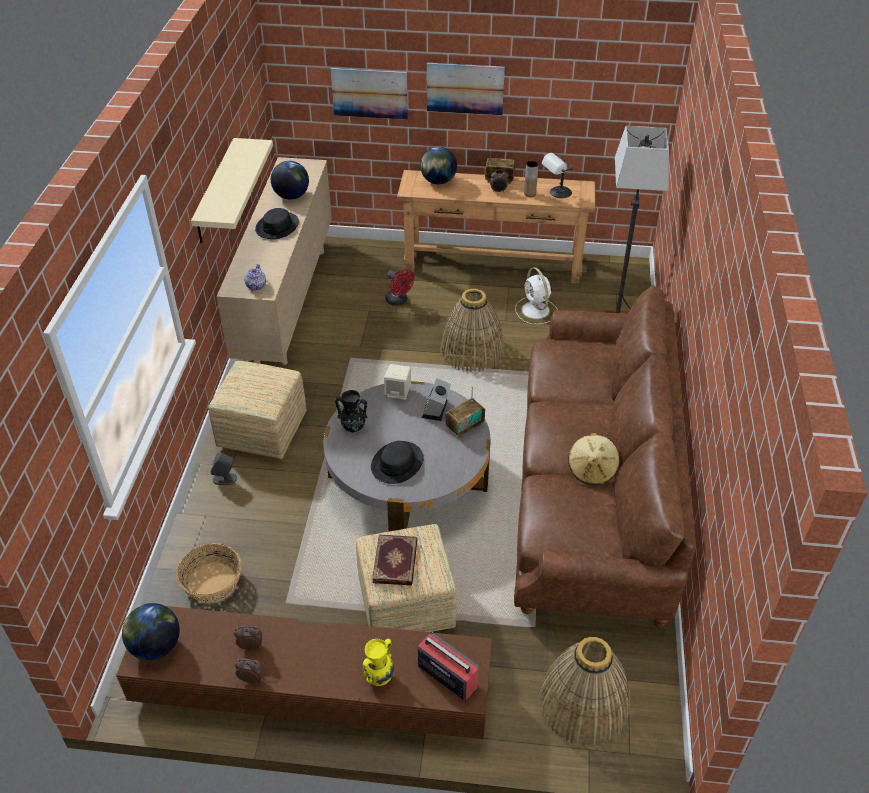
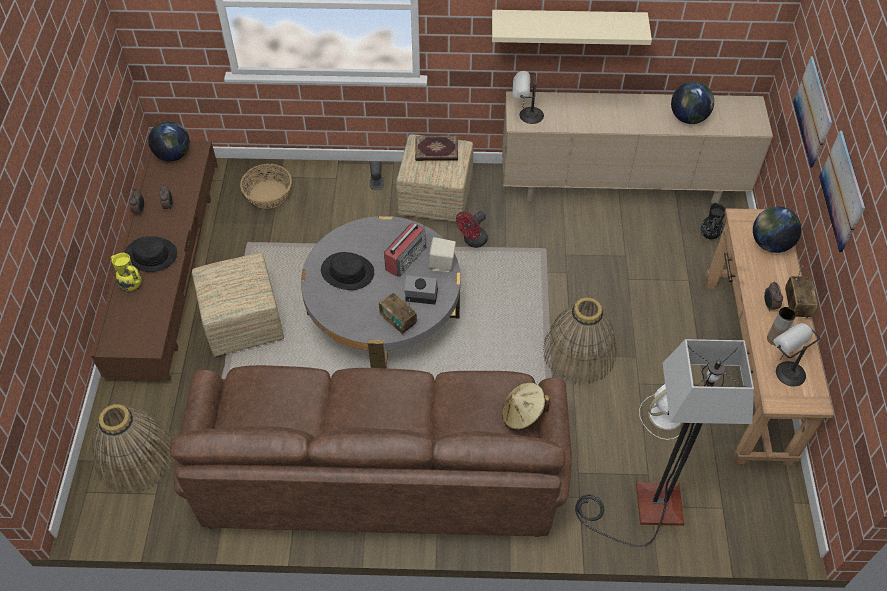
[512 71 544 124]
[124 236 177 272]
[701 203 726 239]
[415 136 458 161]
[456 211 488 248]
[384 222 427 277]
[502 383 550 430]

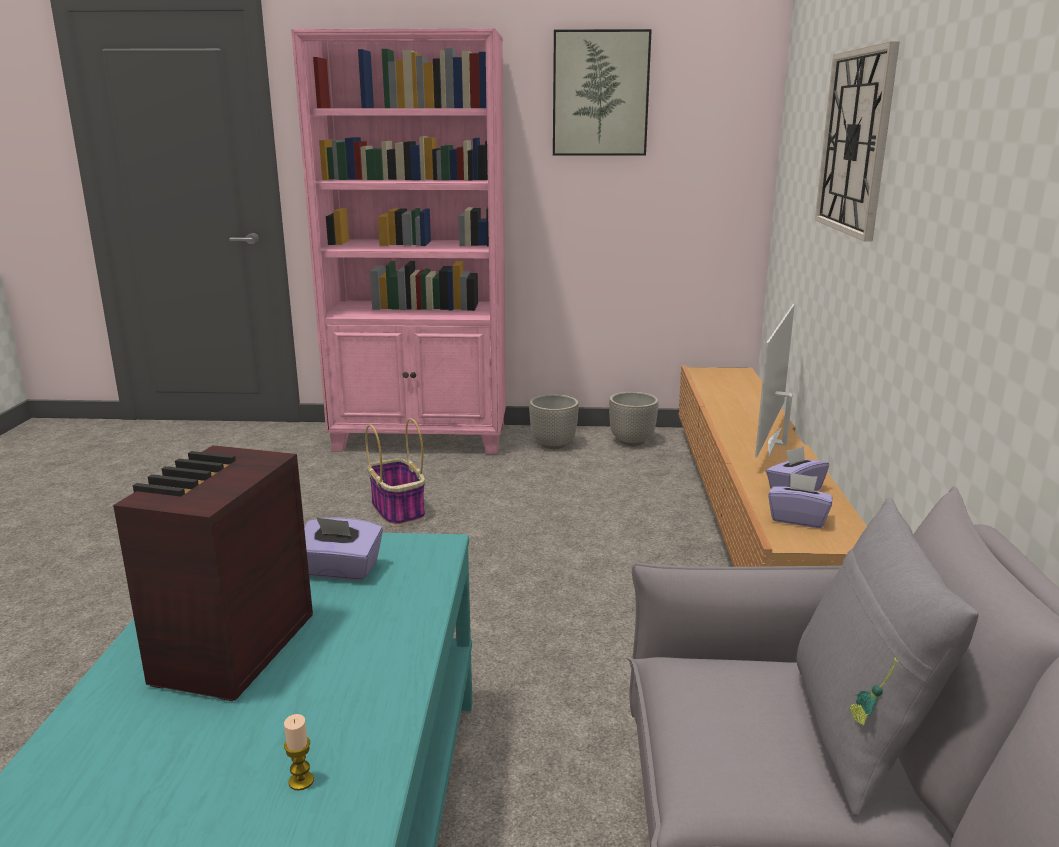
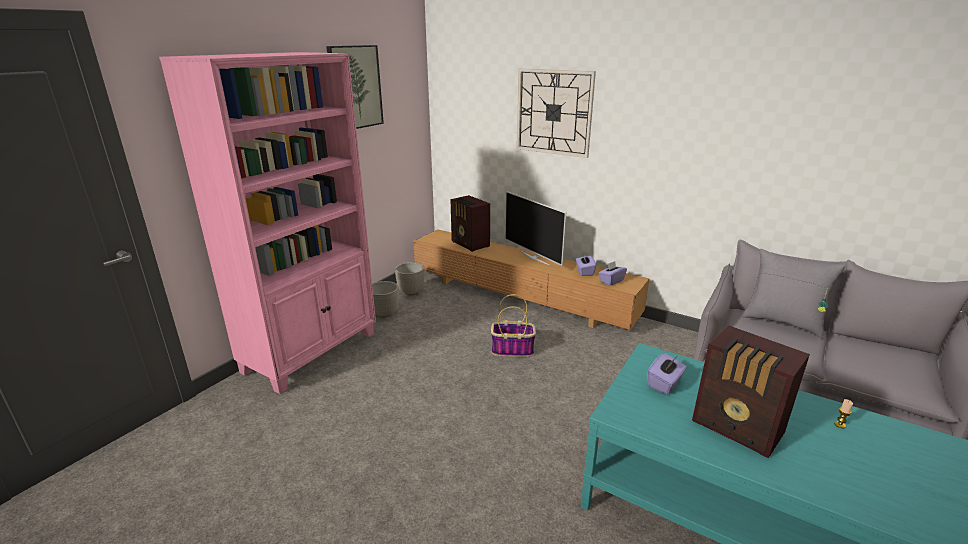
[491 294 536 357]
[450 195 490 252]

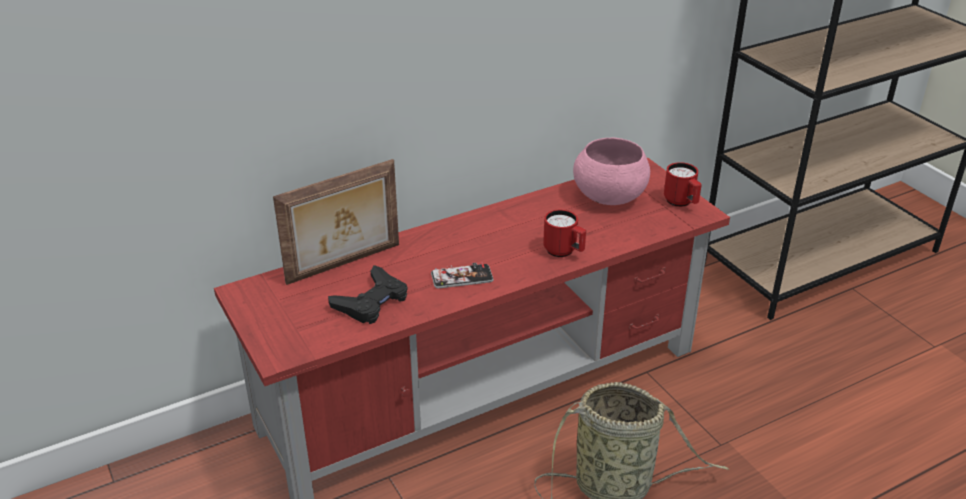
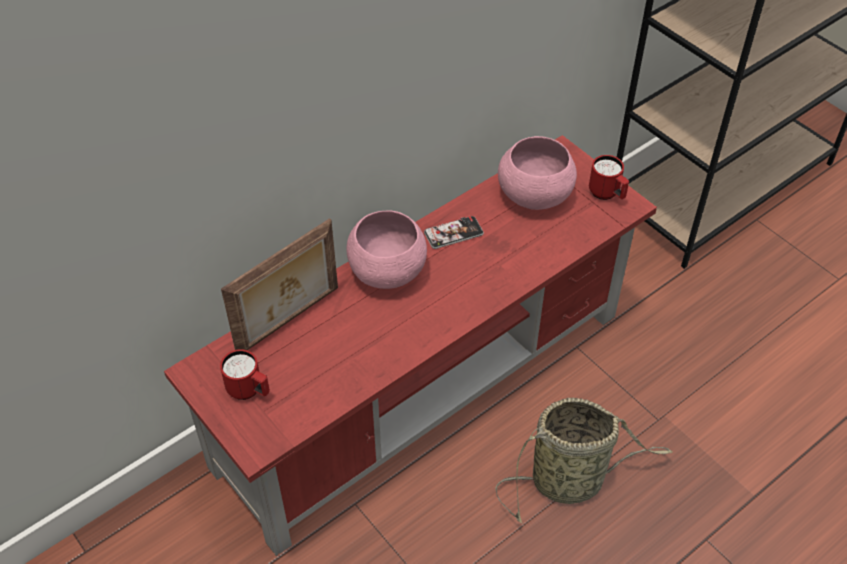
[328 265 408 324] (first image)
[424 216 484 249]
[220 349 270 400]
[346 211 427 289]

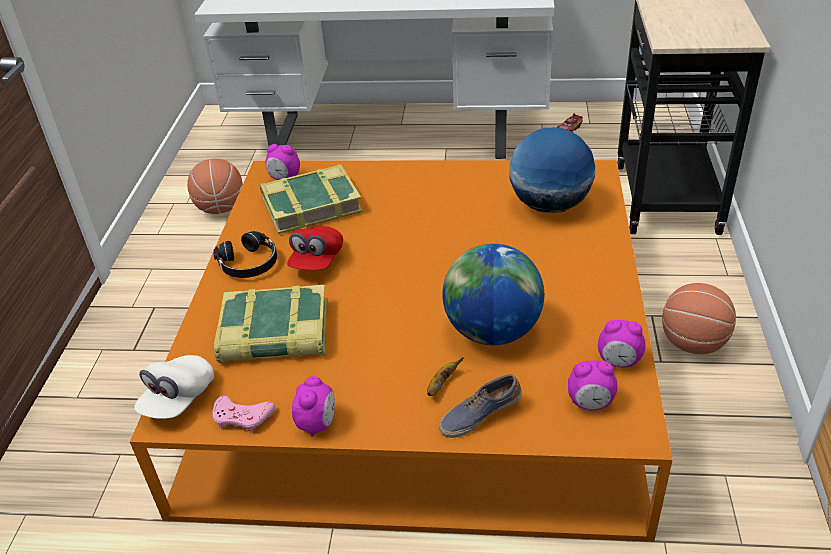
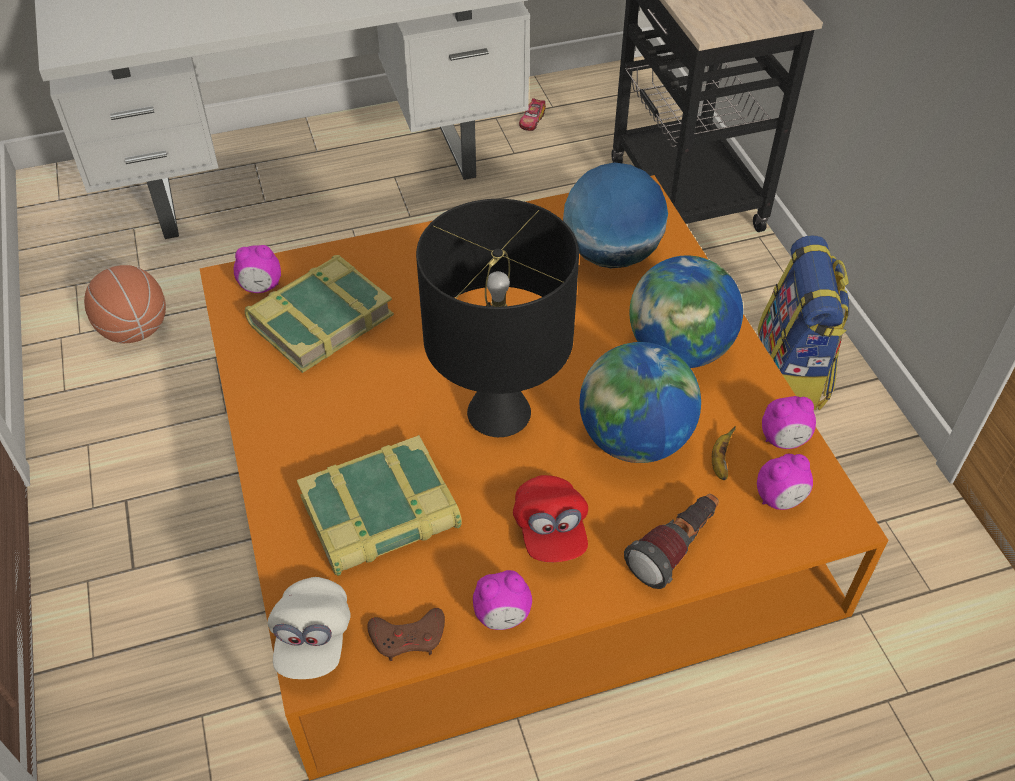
[367 608 445 661]
[213 231 277 278] (first image)
[513 475 588 562]
[473 570 532 630]
[712 426 736 480]
[624 494 718 589]
[757 235 850 410]
[416 199 579 437]
[629 256 743 368]

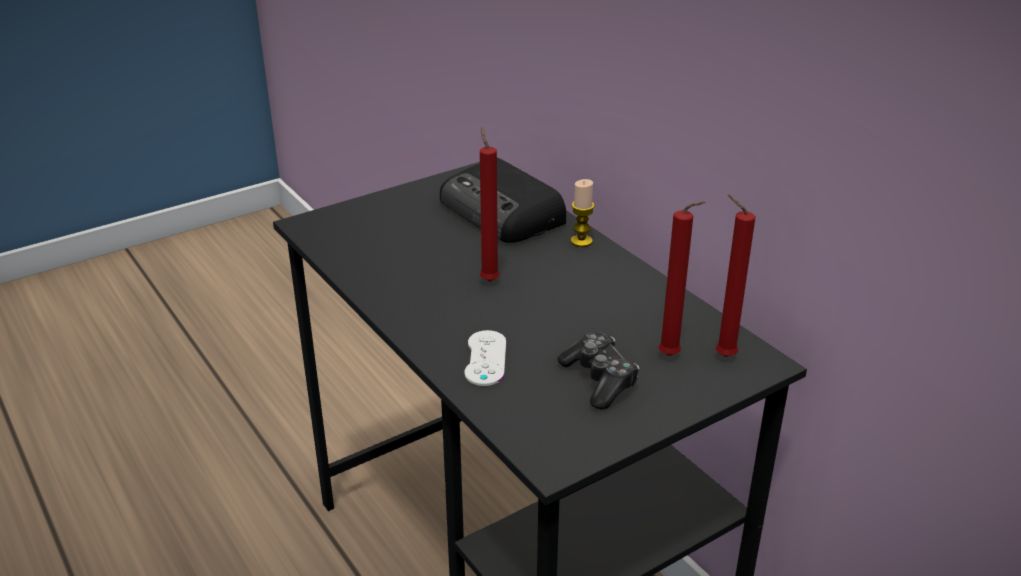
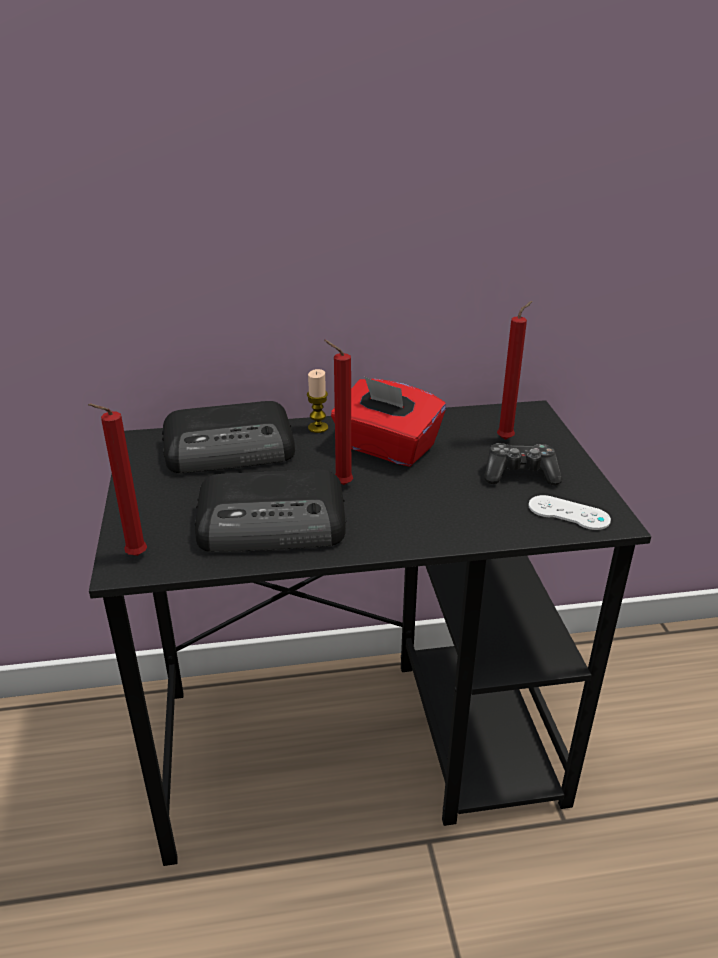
[528 495 611 530]
[88 404 147 556]
[195 470 347 552]
[331 376 446 467]

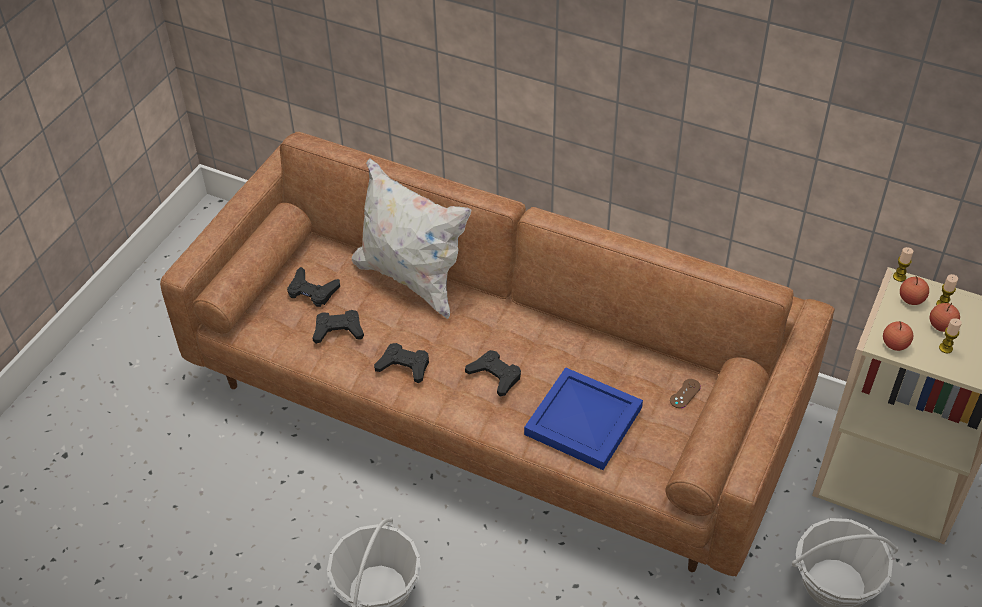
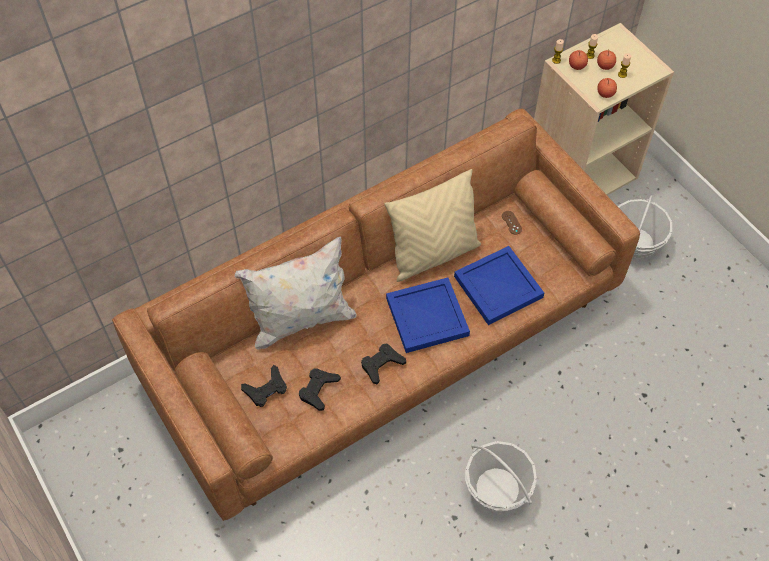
[386 278 470 353]
[385 169 481 282]

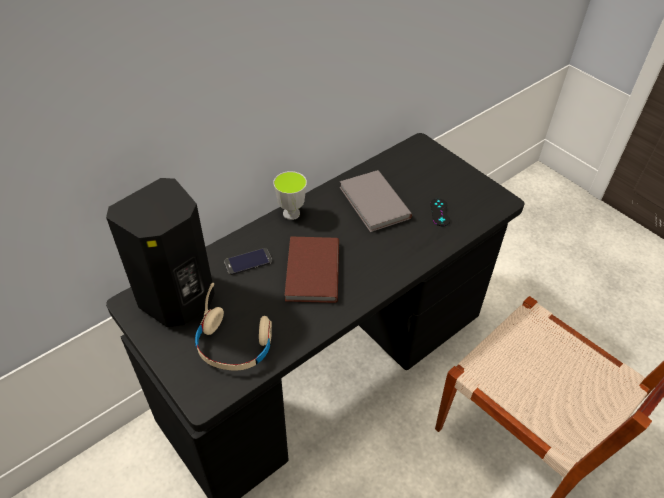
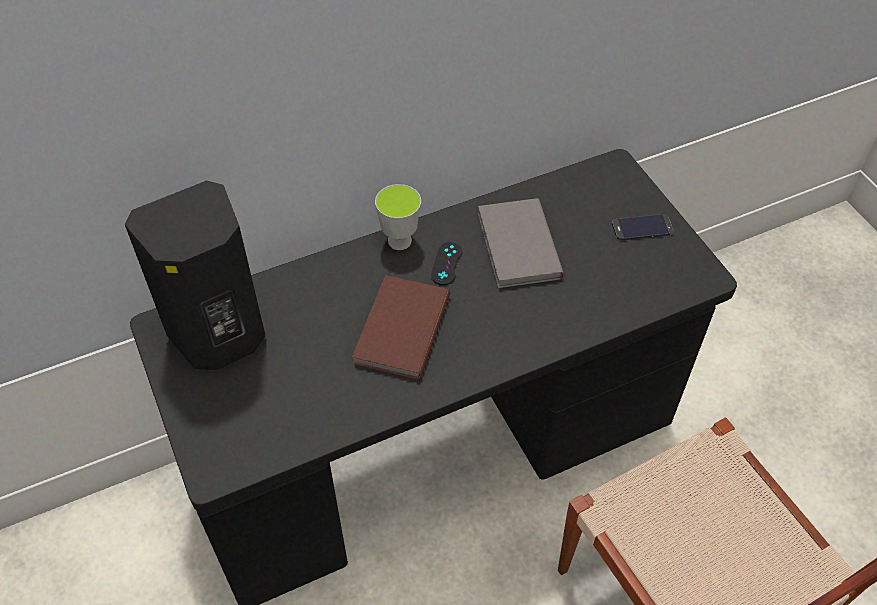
[195 283 272 371] (first image)
[612 214 673 241]
[431 242 463 285]

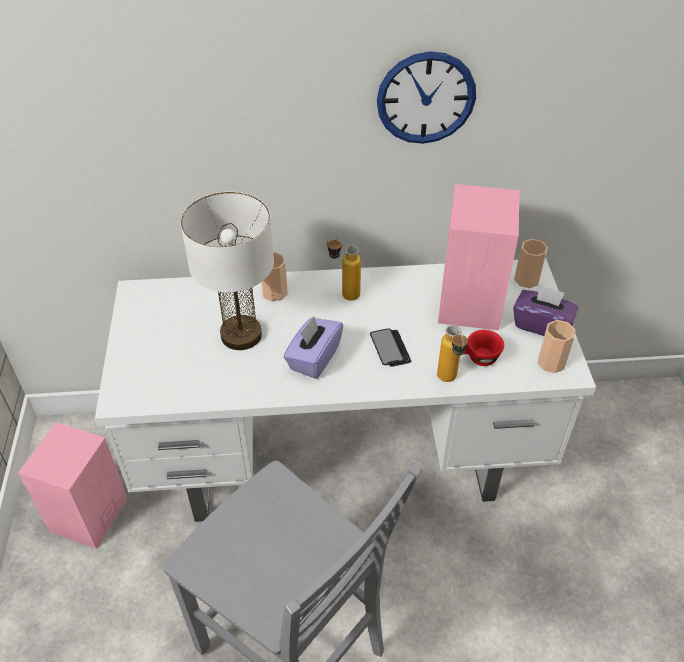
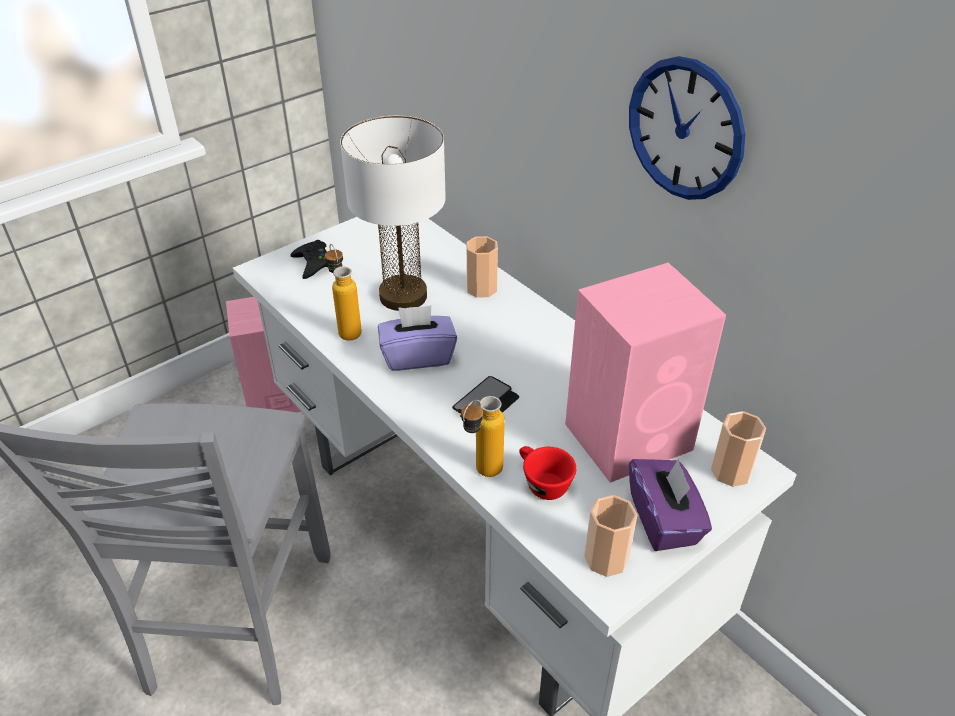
[325 244 362 340]
[290 240 328 279]

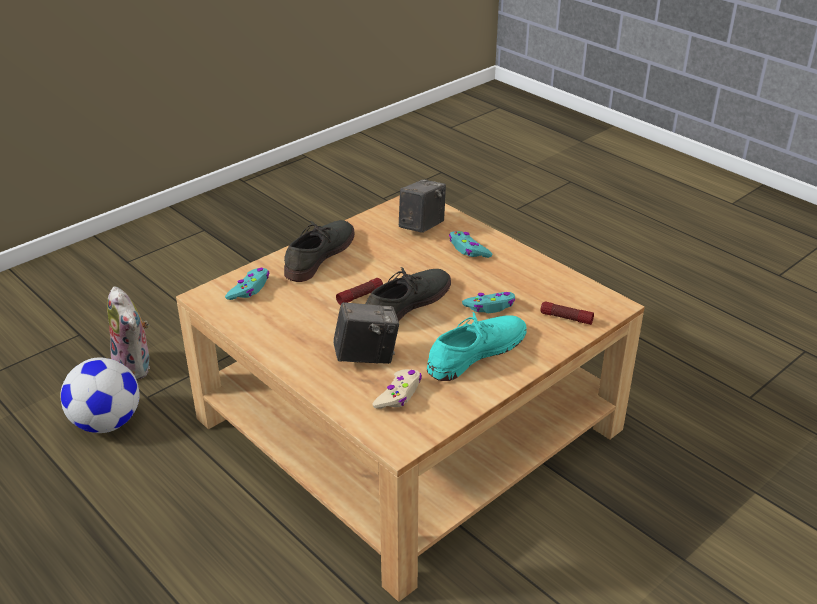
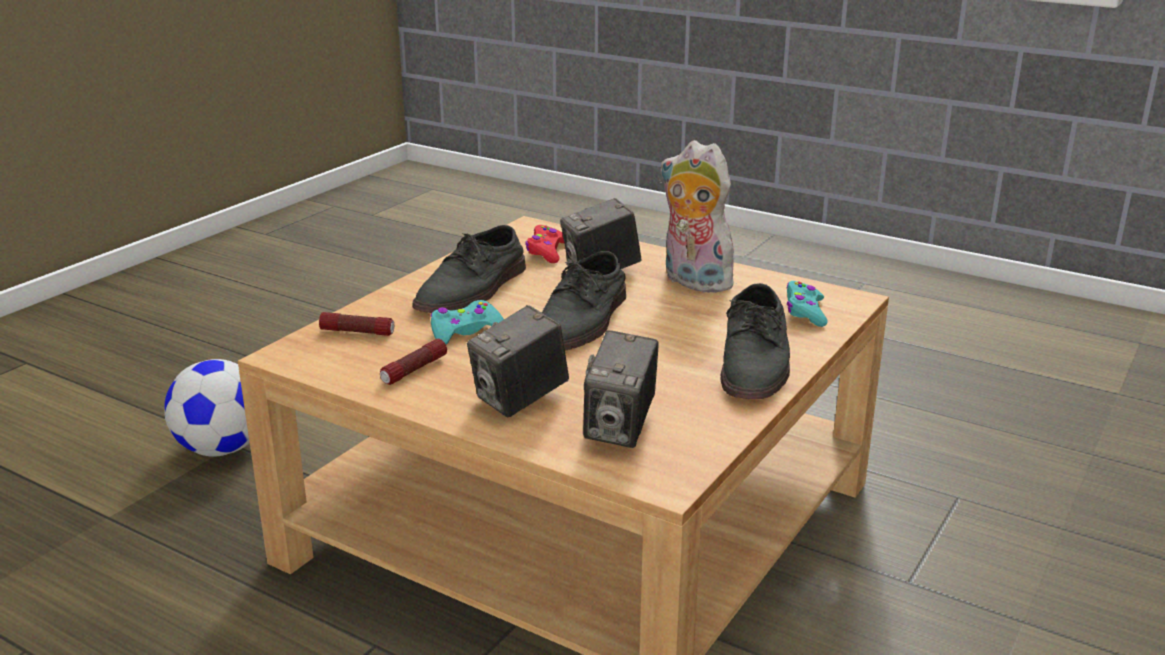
[164 359 250 457]
[660 140 740 293]
[380 339 447 385]
[525 225 564 263]
[413 225 526 313]
[467 305 569 417]

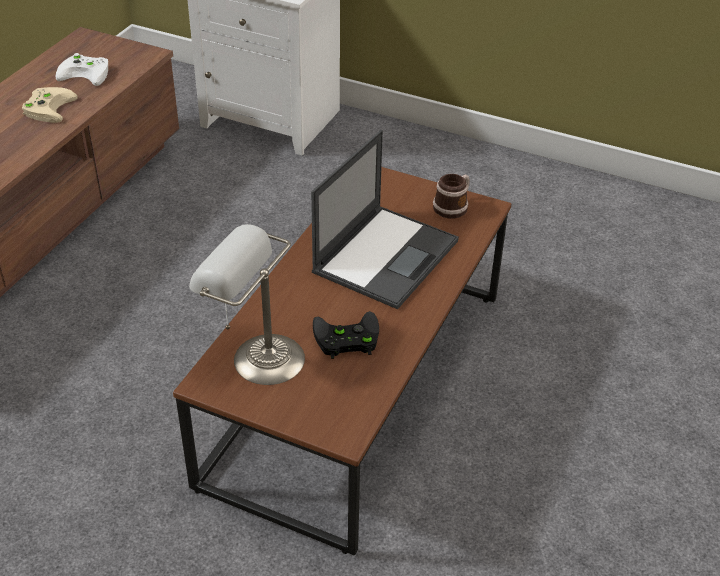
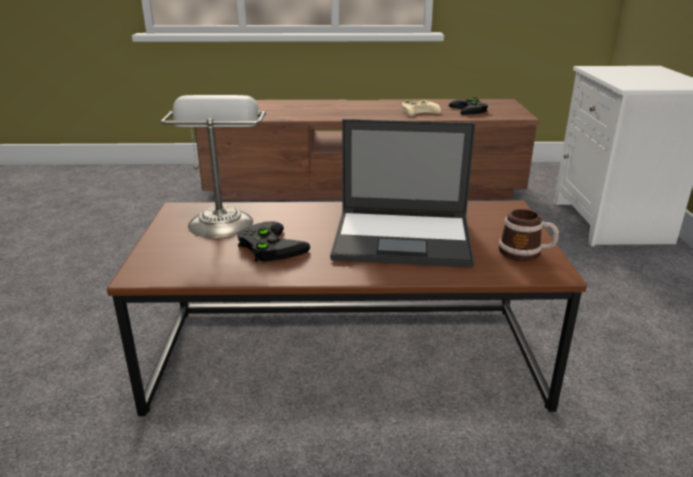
[449 97 488 115]

